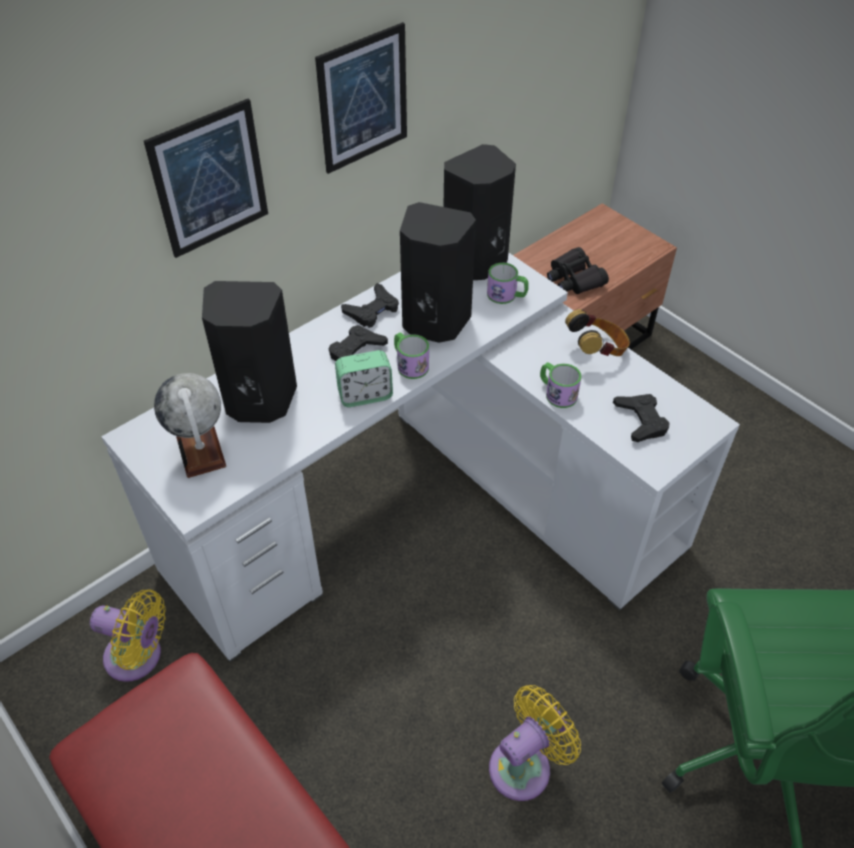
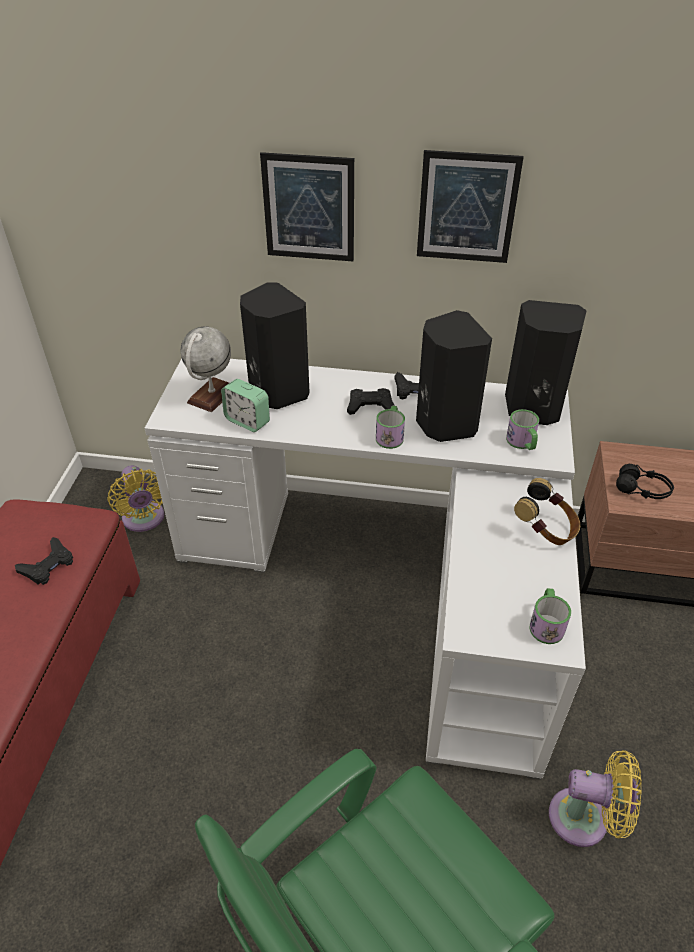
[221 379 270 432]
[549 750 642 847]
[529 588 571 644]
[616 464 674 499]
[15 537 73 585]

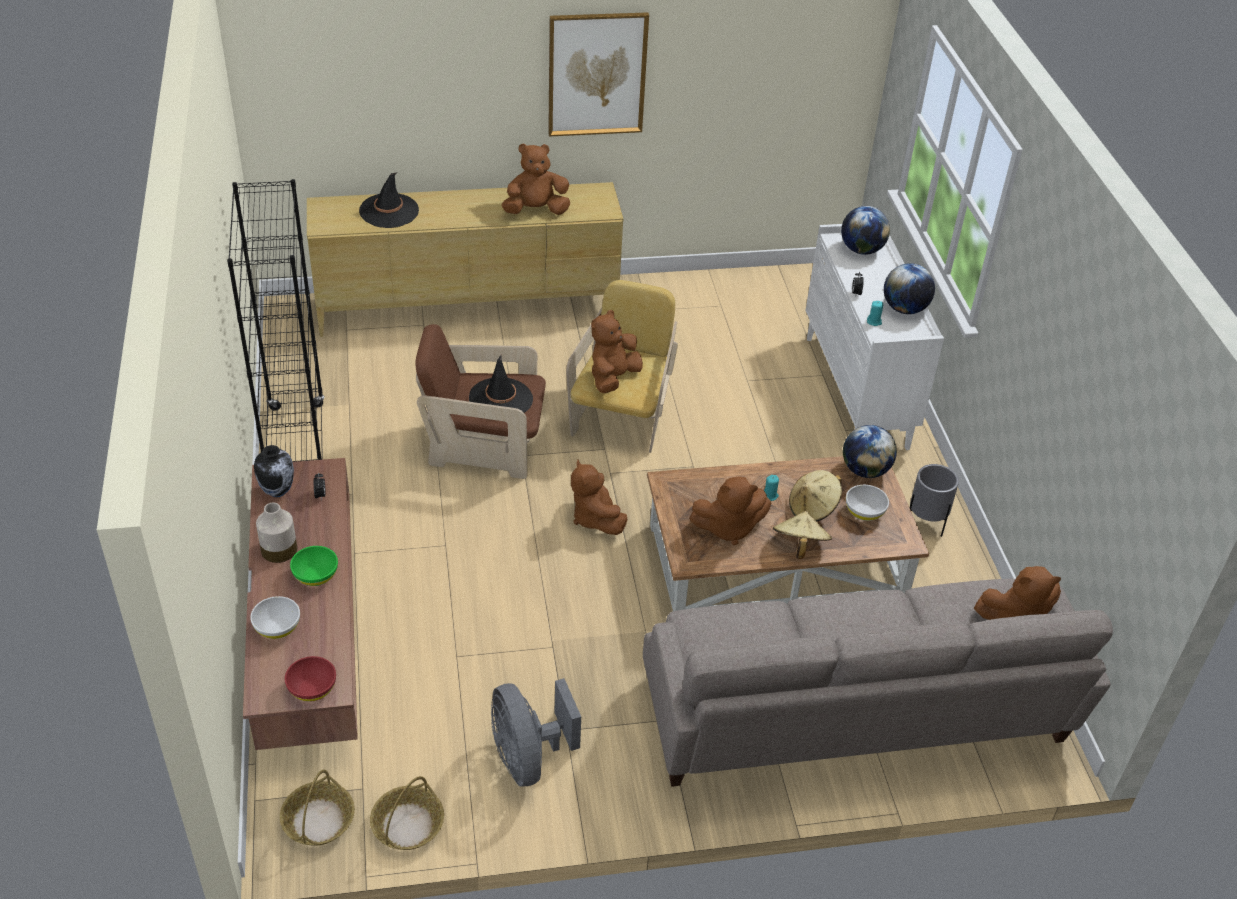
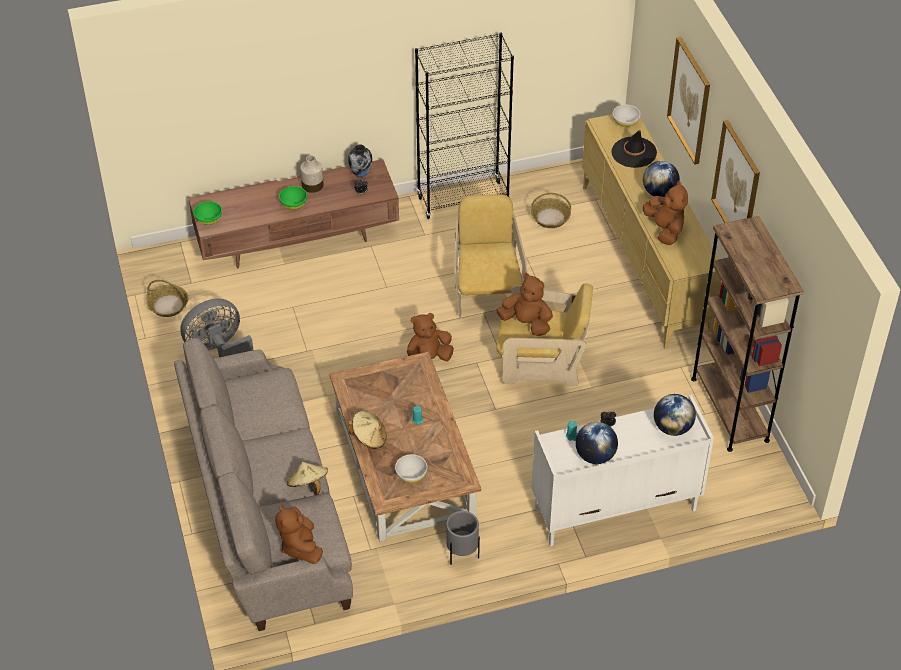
[613 105 640 127]
[531 193 571 228]
[193 201 222 225]
[454 194 528 317]
[469 355 533 413] (first image)
[689 476 771 546] (first image)
[287 462 328 495]
[643 161 680 197]
[667 37 710 164]
[691 216 804 452]

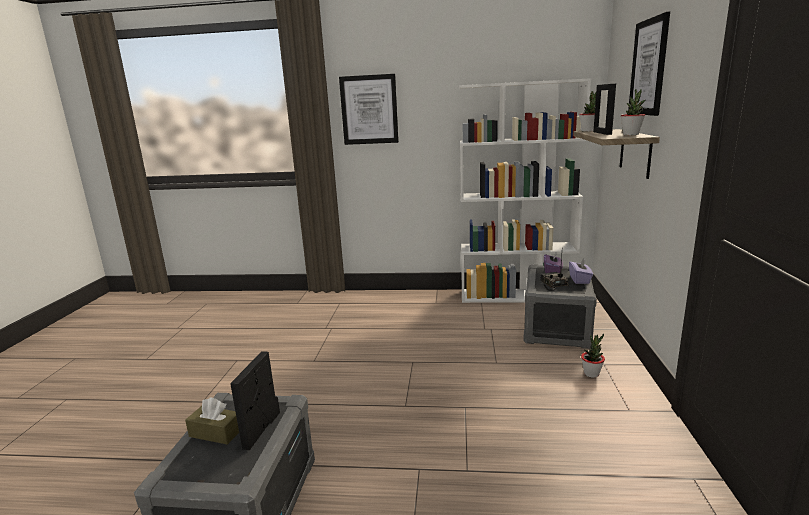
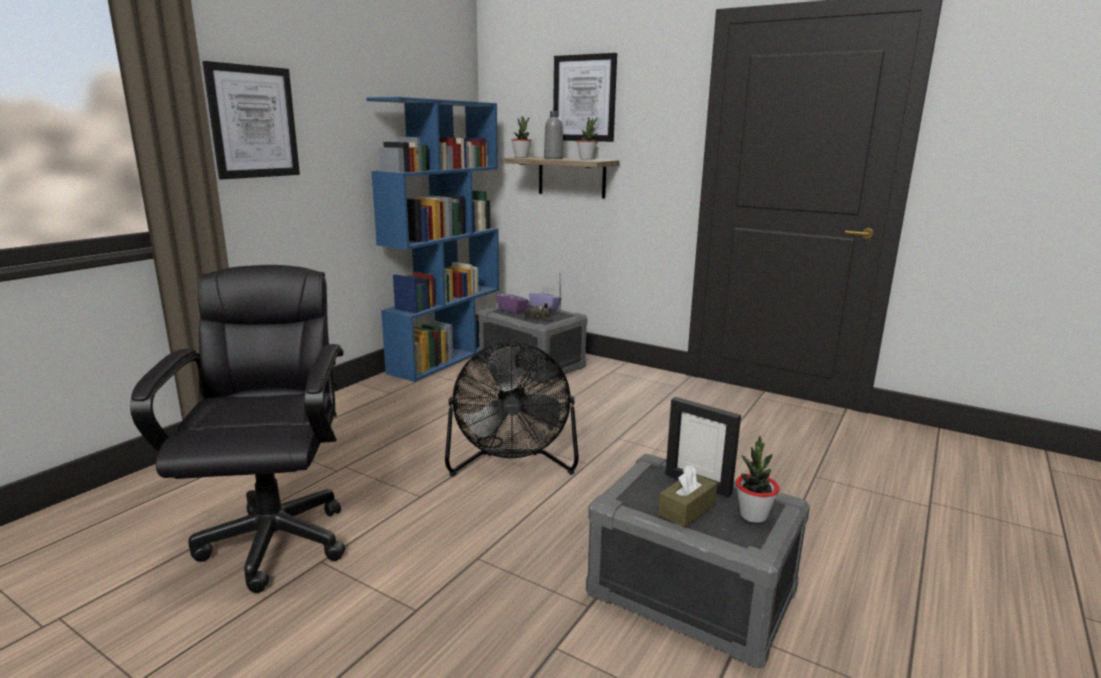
[366 97 499 382]
[736 436 779 523]
[544 111 563 159]
[130 265 345 593]
[445 342 579 477]

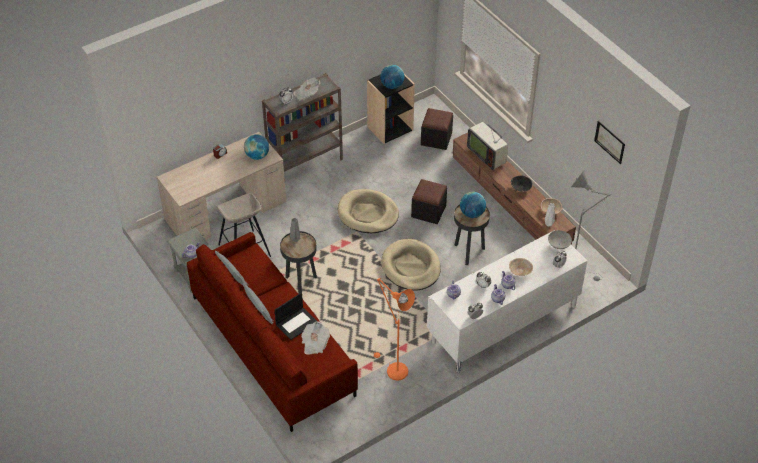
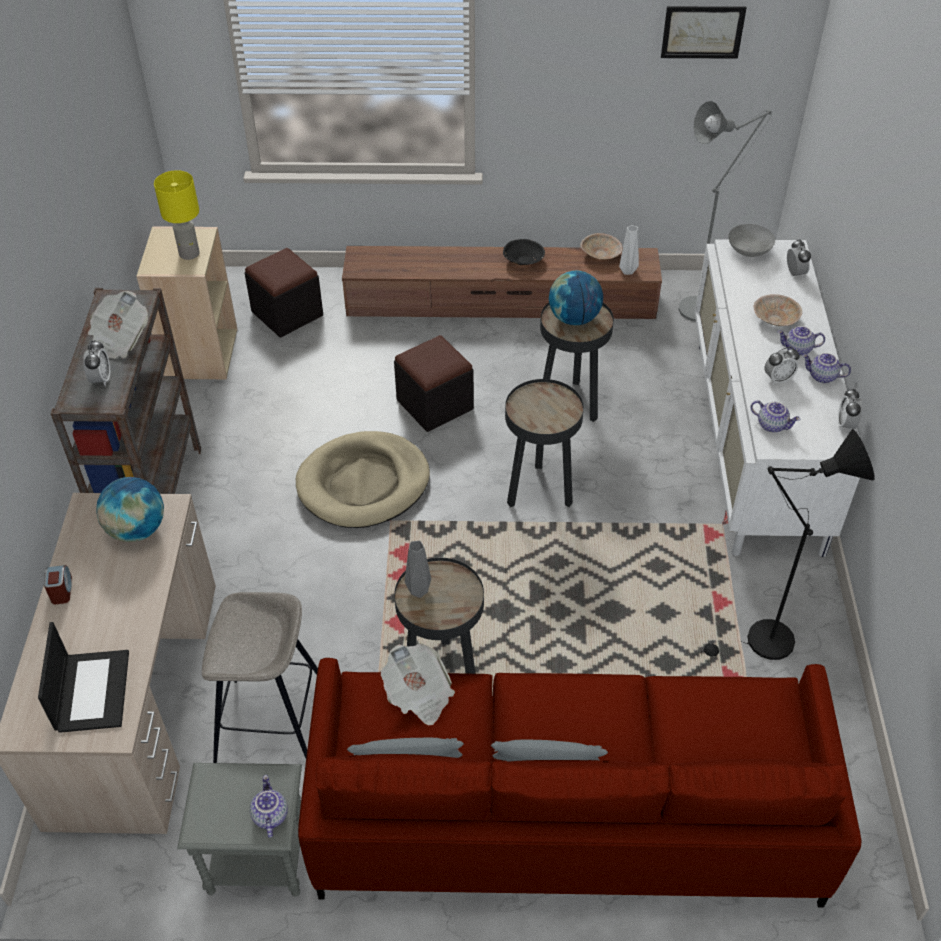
[38 622 129 733]
[381 644 455 725]
[136 226 238 379]
[701 429 875 660]
[154 170 200 260]
[505 379 584 507]
[467 120 508 170] (first image)

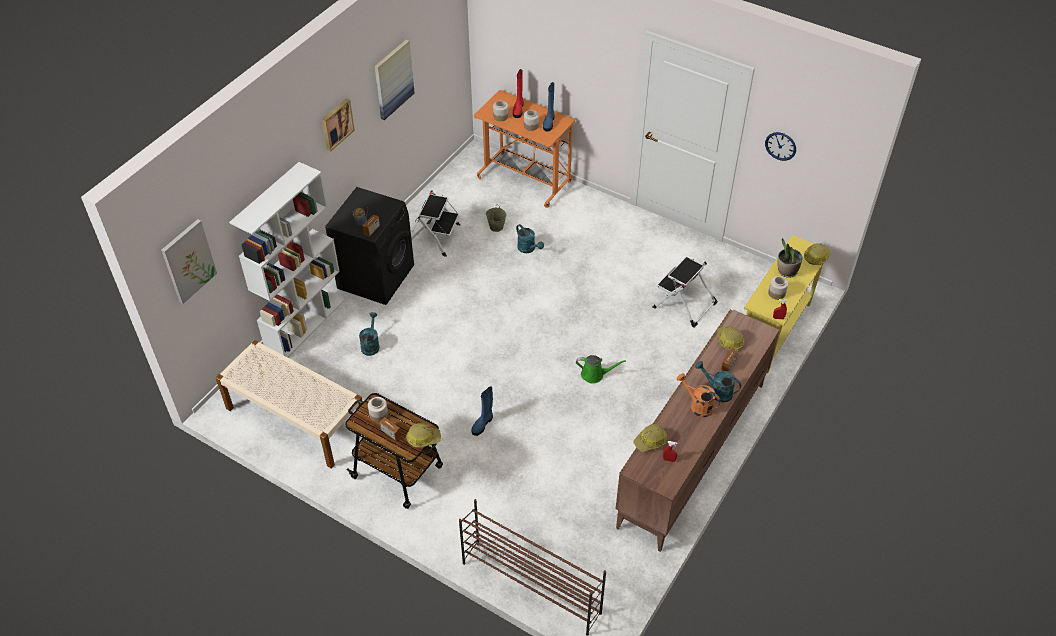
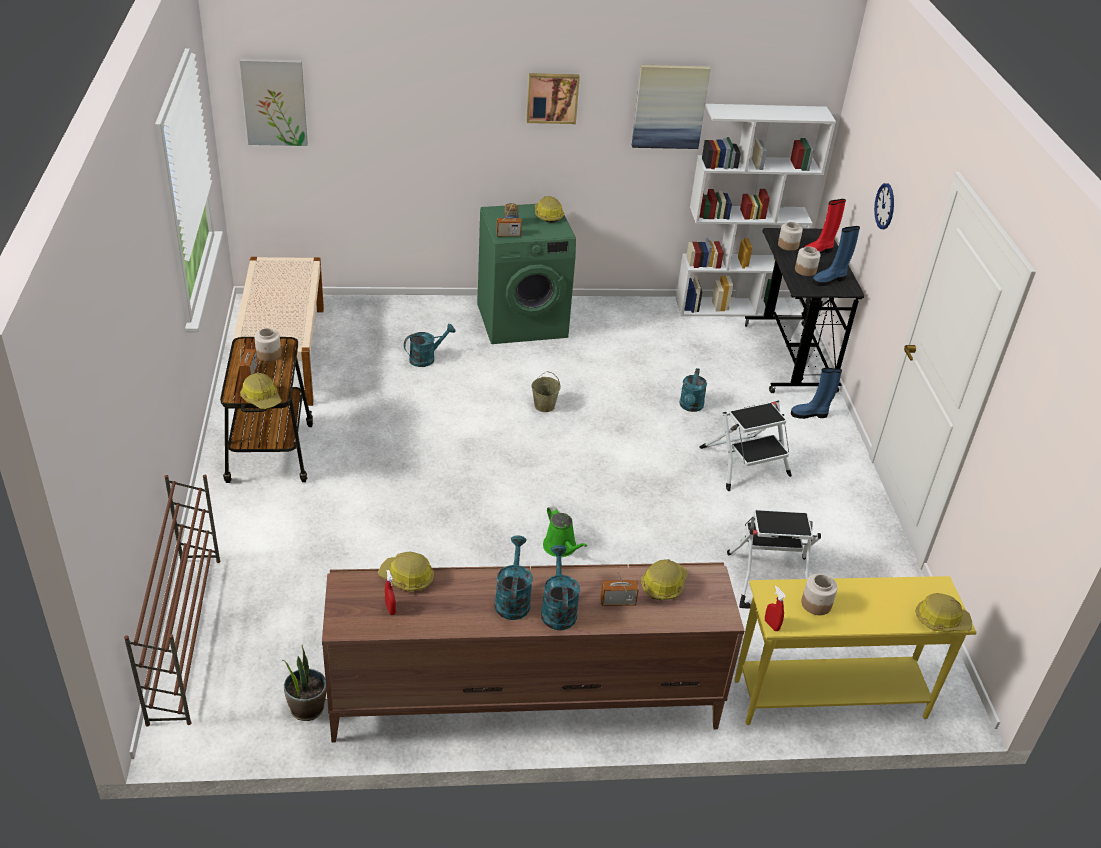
[676 104 836 316]
[477 204 576 344]
[699 401 792 491]
[791 368 842 419]
[745 228 864 393]
[532 371 561 412]
[494 535 533 620]
[874 183 894 229]
[282 645 326 721]
[535 196 564 223]

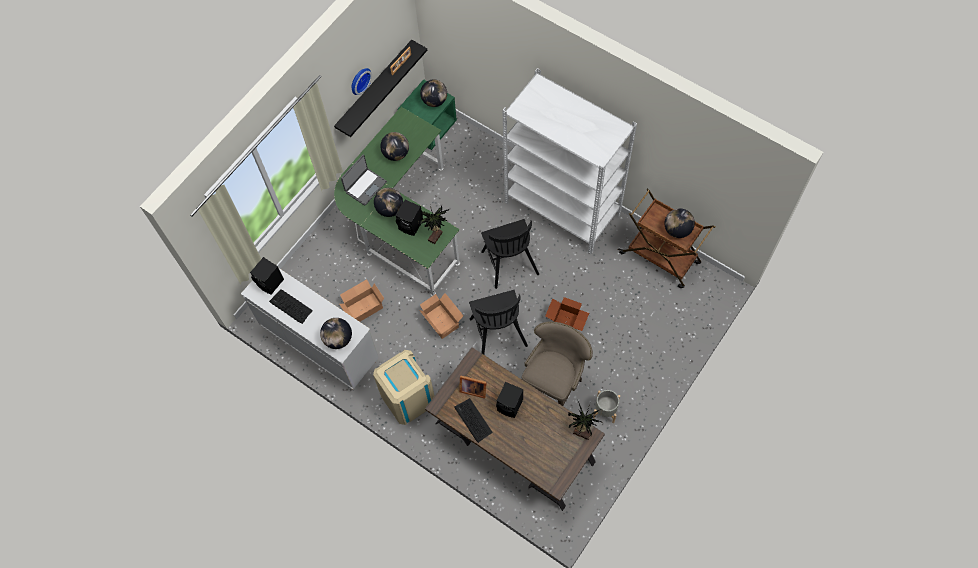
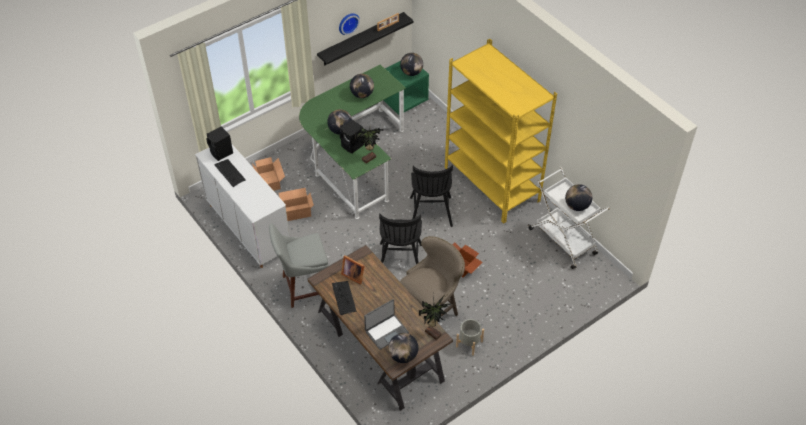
[388 333 418 363]
[364 299 409 350]
[269 223 329 308]
[252 157 285 191]
[496 382 523 418] (first image)
[445 39 557 224]
[528 167 610 269]

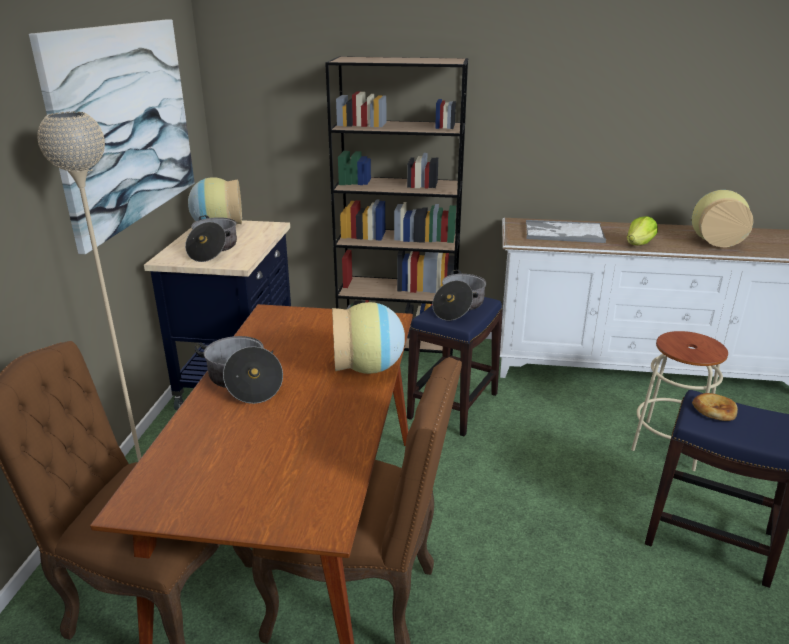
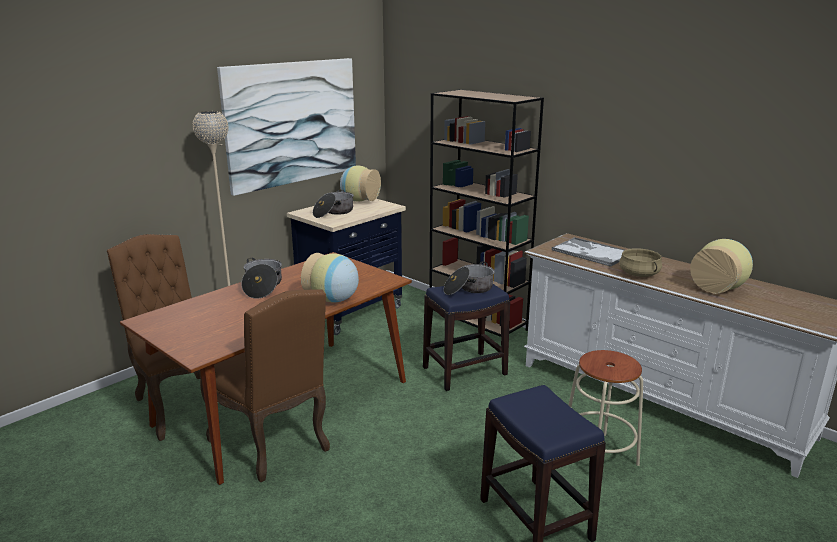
[619 248 662 277]
[692 393 738 421] (first image)

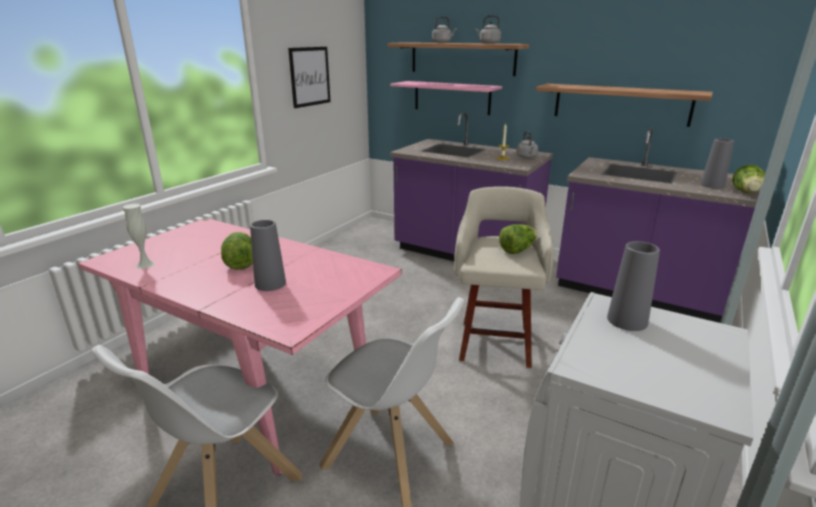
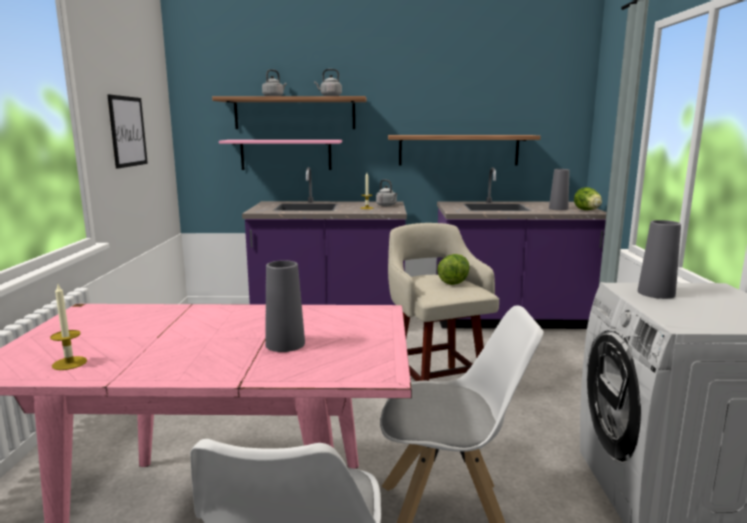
[50 285 87 370]
[221 232 253 270] (first image)

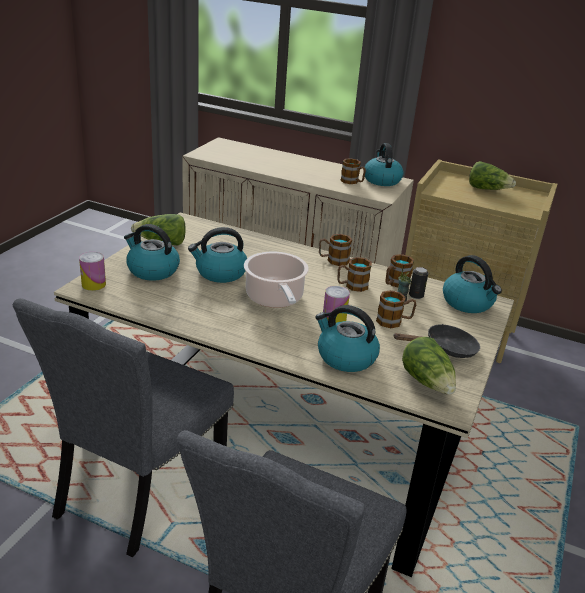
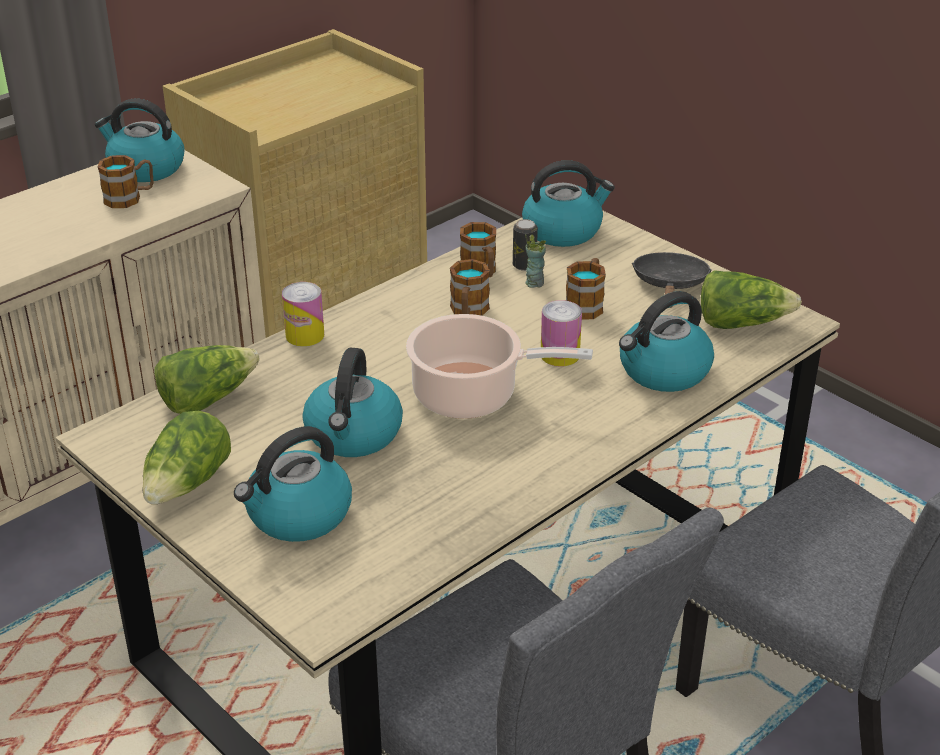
[282 282 324 347]
[319 234 352 266] (first image)
[154 345 260 414]

